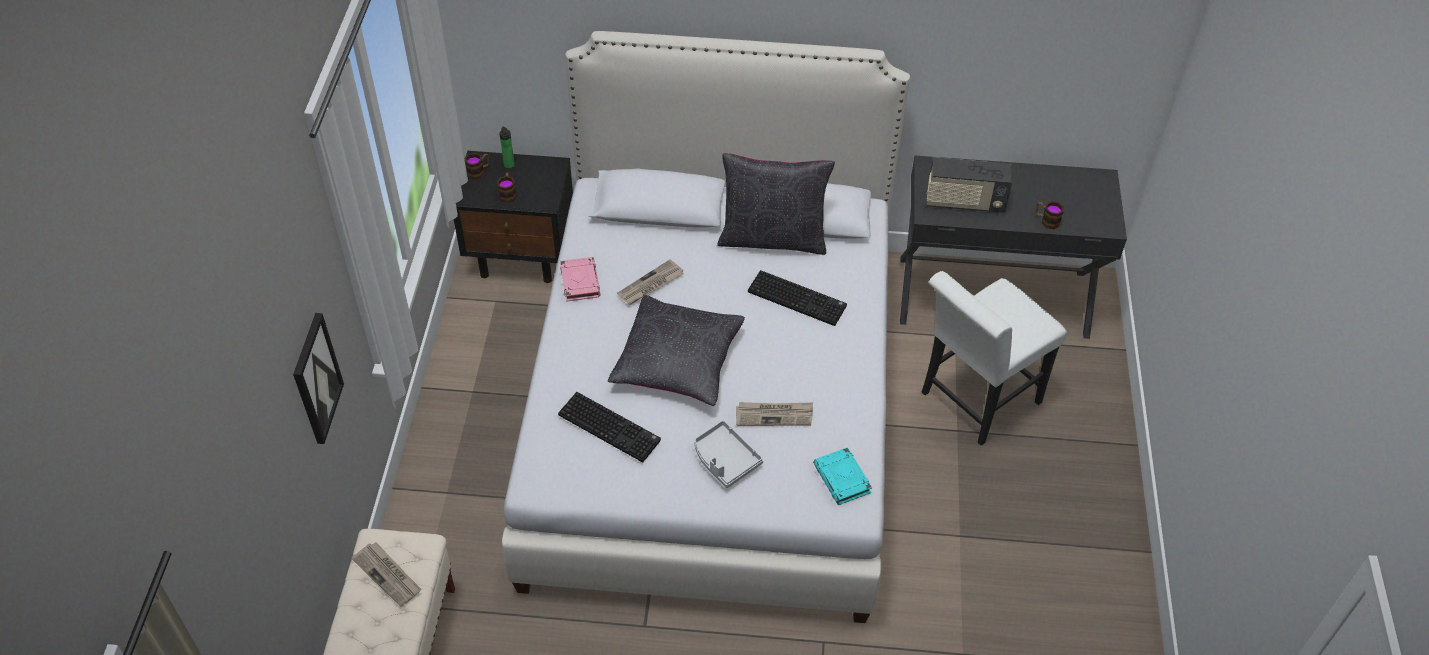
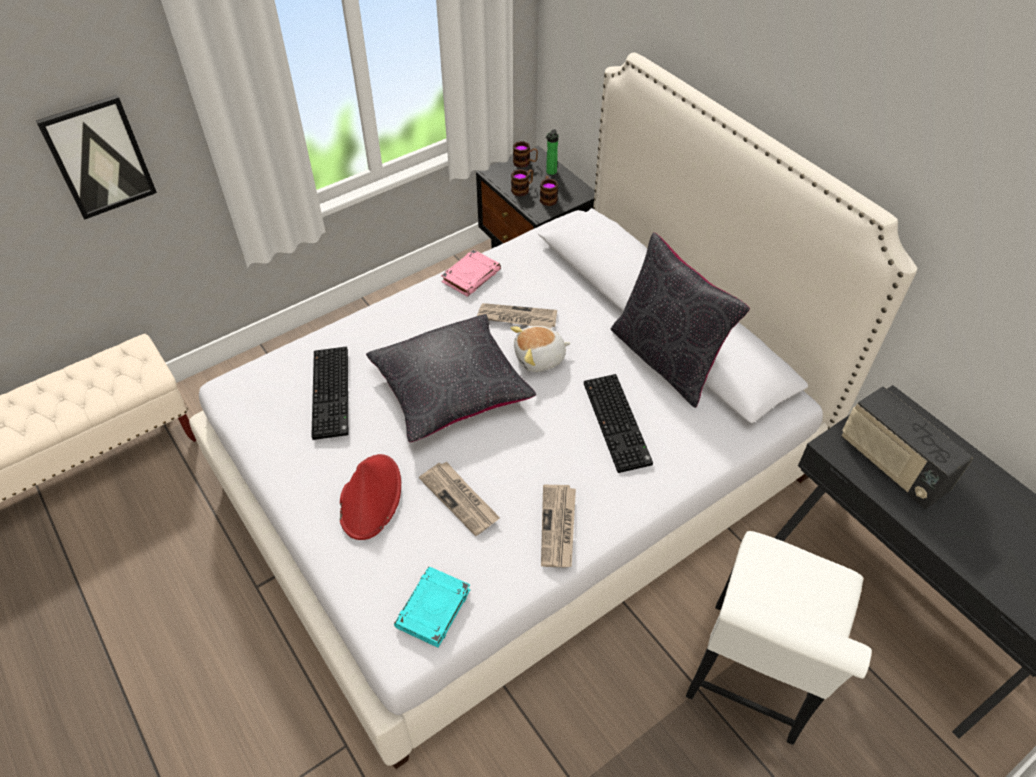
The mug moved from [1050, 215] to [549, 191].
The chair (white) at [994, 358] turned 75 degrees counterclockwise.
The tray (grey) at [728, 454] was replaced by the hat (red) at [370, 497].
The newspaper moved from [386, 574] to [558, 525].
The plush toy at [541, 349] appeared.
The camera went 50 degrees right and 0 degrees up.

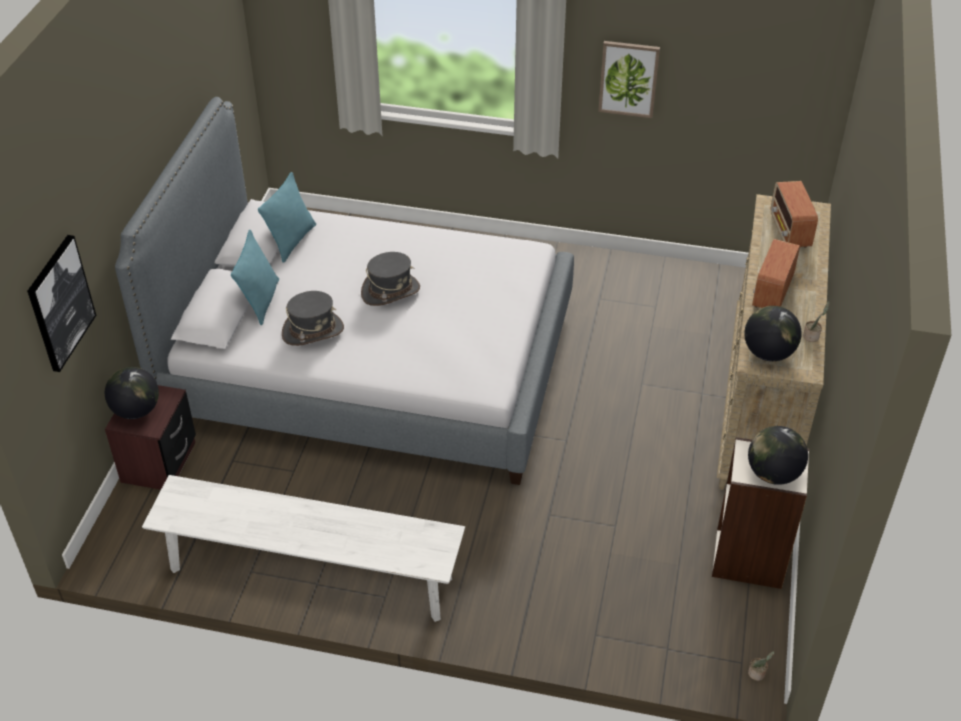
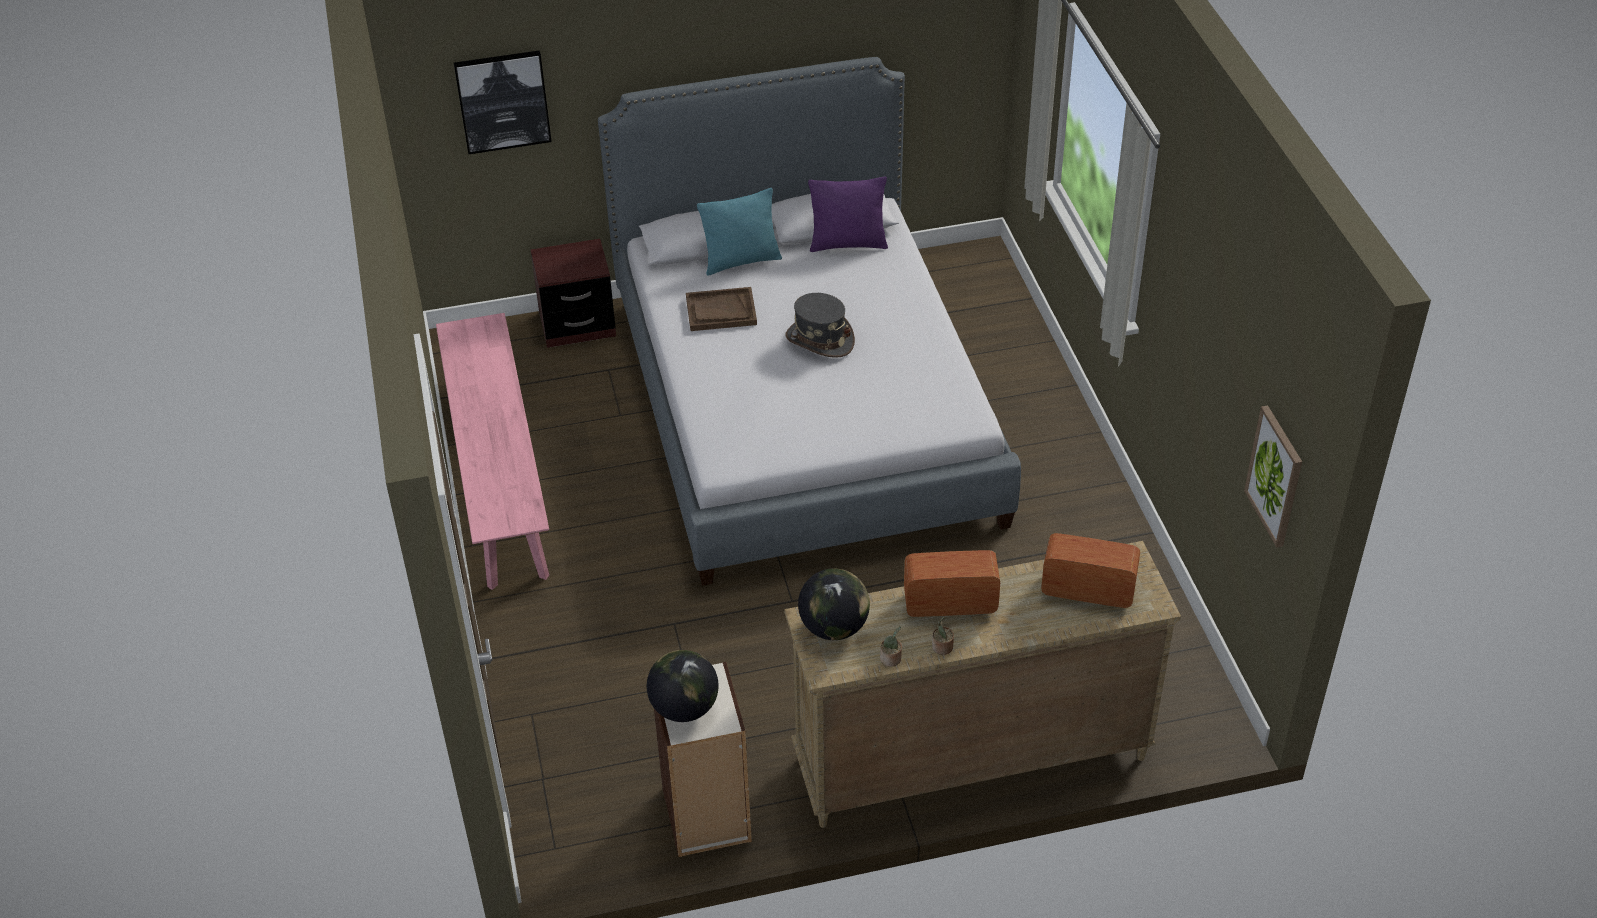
The picture moved from [629, 79] to [1273, 476].
The pillow (turquoise) at [287, 217] became the pillow (purple) at [848, 214].
The radio at [794, 214] turned 45 degrees clockwise.
The hat (grey) at [313, 318] was replaced by the tray (brown) at [721, 309].
The globe at [132, 393] disappeared.
The bench (white) at [303, 548] became the bench (pink) at [492, 451].
The potted plant moved from [761, 666] to [943, 636].
The camera went 65 degrees right and 0 degrees up.

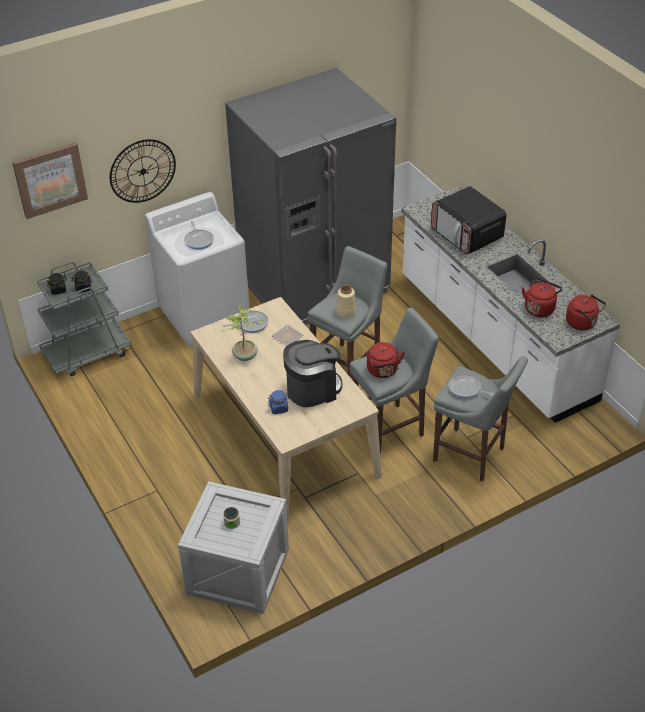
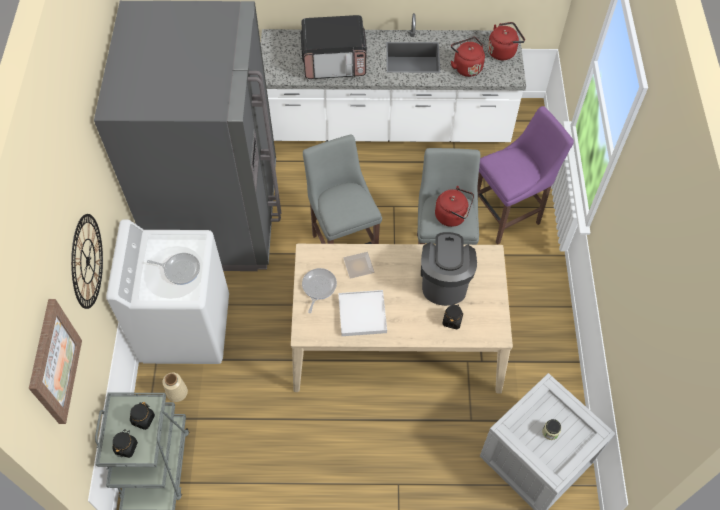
The vase (beige) moved from [346, 302] to [175, 387].
The potted plant at [245, 333] was replaced by the tray (white) at [362, 313].
The stool (grey) at [480, 419] became the stool (purple) at [526, 175].
The frying pan at [471, 386] disappeared.
The jar (blue) at [279, 402] became the jar (black) at [452, 316].
The camera went 60 degrees left and 15 degrees up.

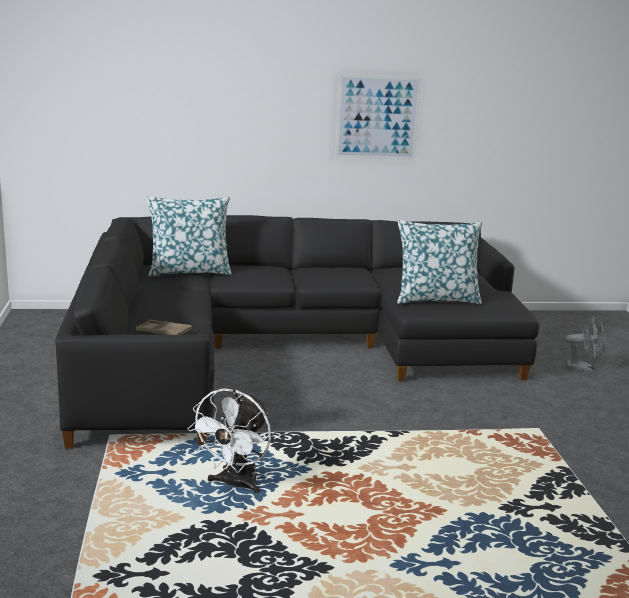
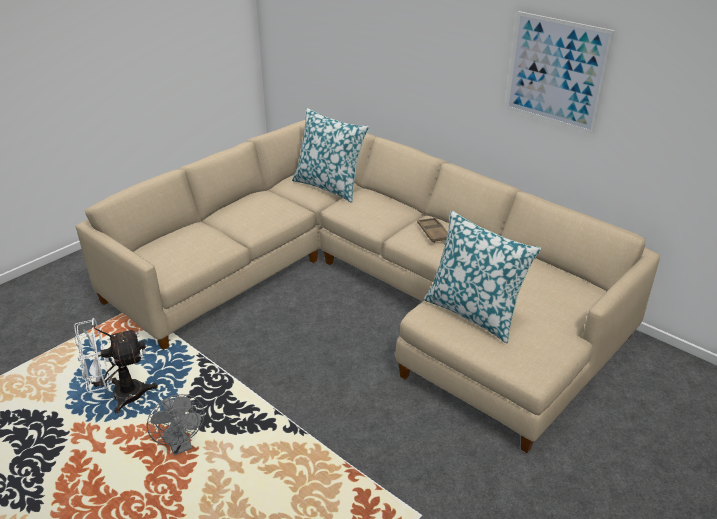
The sofa (black) at [297, 332] became the sofa (beige) at [368, 286].
The fan (grey) moved from [585, 344] to [176, 424].
The tray (brown) moved from [164, 327] to [432, 230].
The camera went 50 degrees right and 15 degrees up.

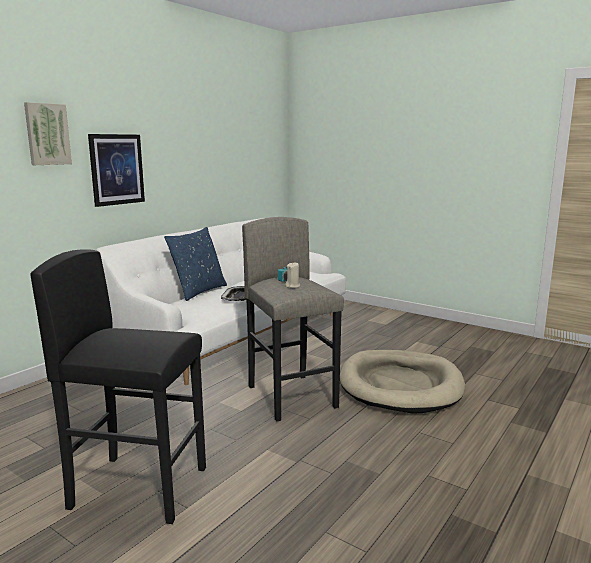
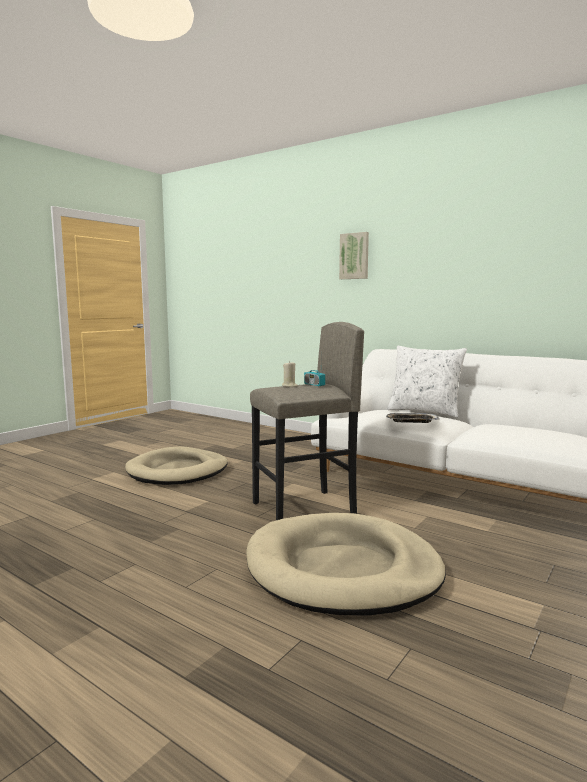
The picture at [116, 170] disappeared.
The pillow (blue) at [195, 264] became the pillow (white) at [427, 382].
The stool (black) at [118, 386] was replaced by the dog bed (beige) at [176, 465].
The camera went 90 degrees right and 5 degrees down.

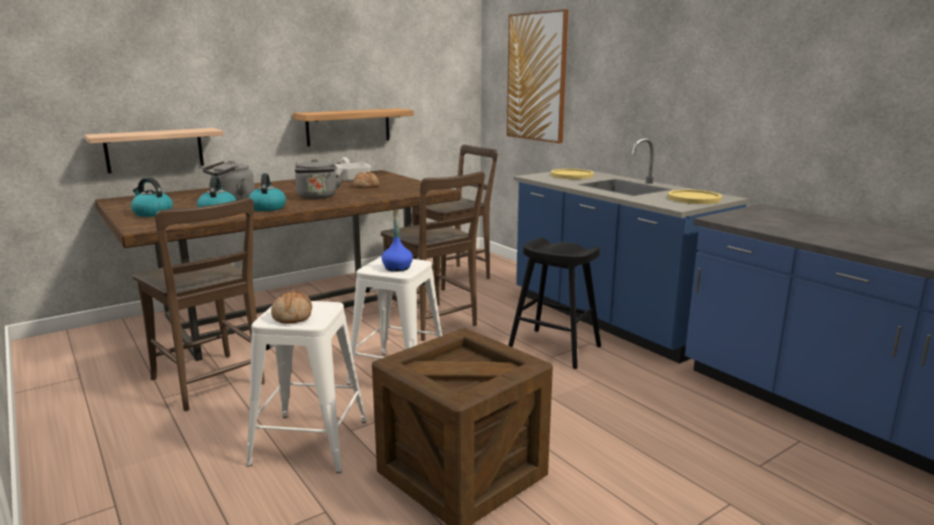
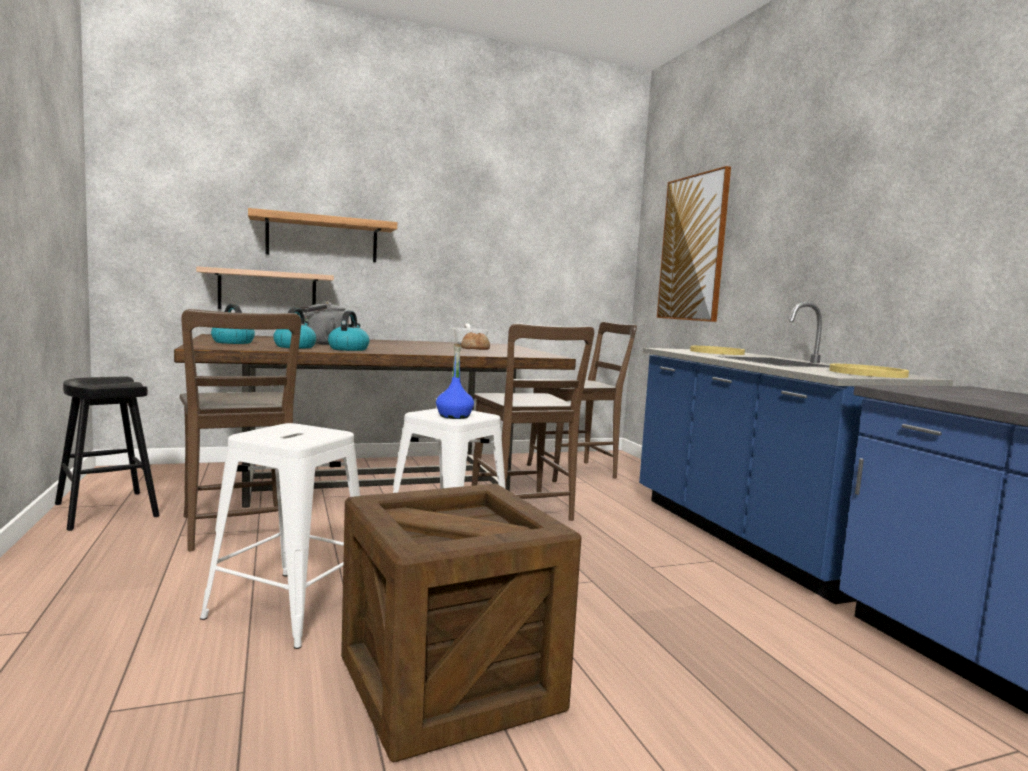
The shelf moved from [353, 127] to [322, 235].
The kettle (grey) at [320, 178] disappeared.
The stool (black) moved from [554, 303] to [107, 454].
The bread at [291, 307] disappeared.
The camera went 15 degrees right and 10 degrees down.

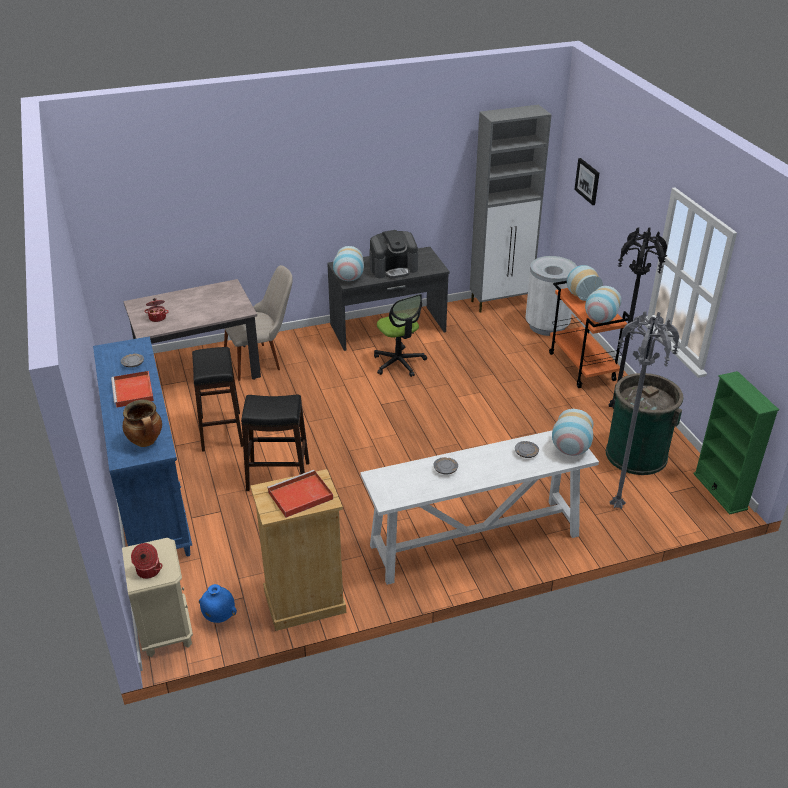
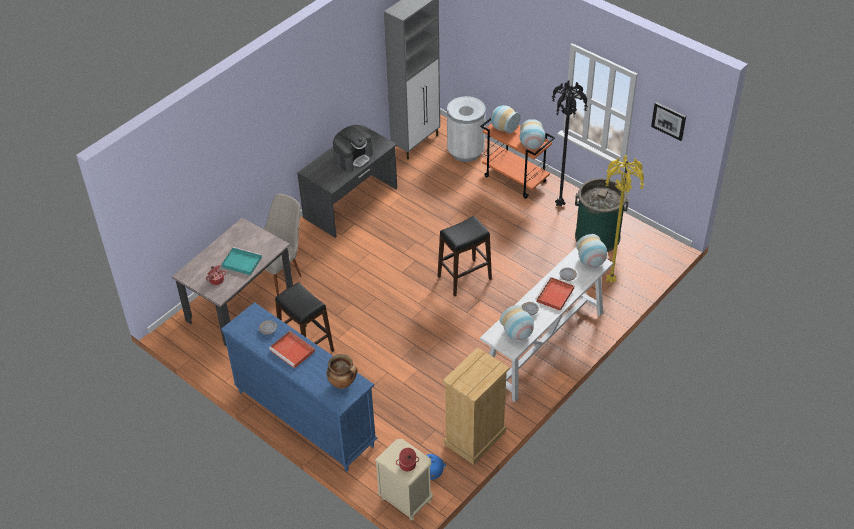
The picture moved from [586, 181] to [668, 121].
The vase moved from [348, 263] to [517, 322].
The office chair at [400, 335] disappeared.
The floor lamp (grey) at [644, 410] became the floor lamp (yellow) at [624, 219].
The bookcase (green) at [736, 443] disappeared.
The stool (black) moved from [275, 443] to [464, 256].
The tray (red) moved from [300, 494] to [554, 294].
The tray (turquoise) at [241, 261] appeared.
The camera went 30 degrees left and 10 degrees up.

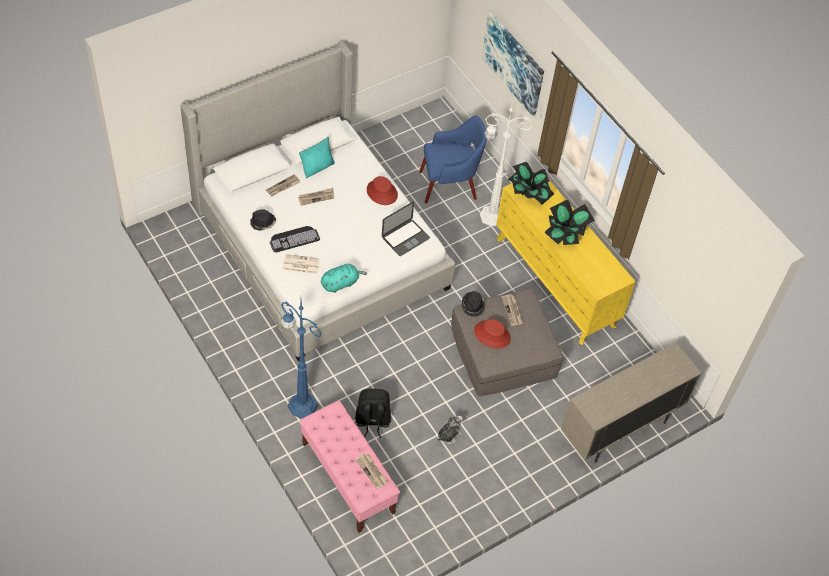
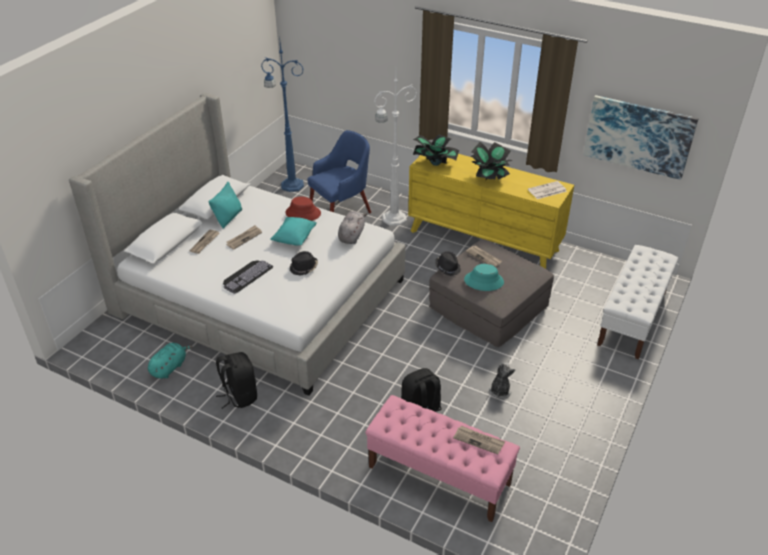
The picture moved from [513, 64] to [641, 137].
The laptop at [406, 229] was replaced by the plush toy (grey) at [352, 227].
The hat (black) moved from [263, 220] to [304, 263].
The newspaper moved from [301, 264] to [547, 190].
The plush toy (turquoise) moved from [344, 278] to [170, 361].
The floor lamp (blue) moved from [301, 359] to [282, 113].
The hat (red) at [492, 334] became the hat (turquoise) at [484, 277].
The cabinet (beige) at [631, 402] was replaced by the bench (white) at [637, 302].
The pillow (turquoise) at [293, 231] appeared.
The backpack (black) at [236, 380] appeared.
The camera went 25 degrees left and 15 degrees down.

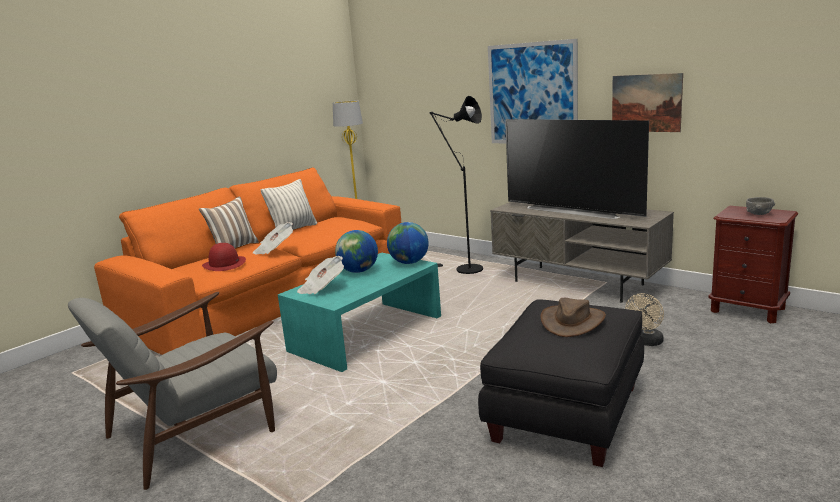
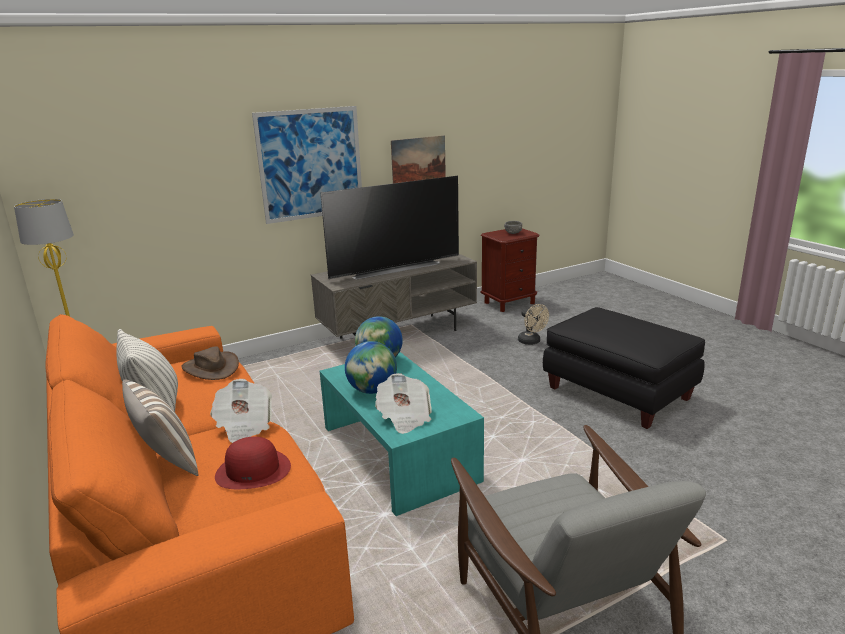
The floor lamp (black) at [456, 185] disappeared.
The hat (brown) moved from [573, 317] to [210, 363].
The camera went 70 degrees left and 5 degrees up.

